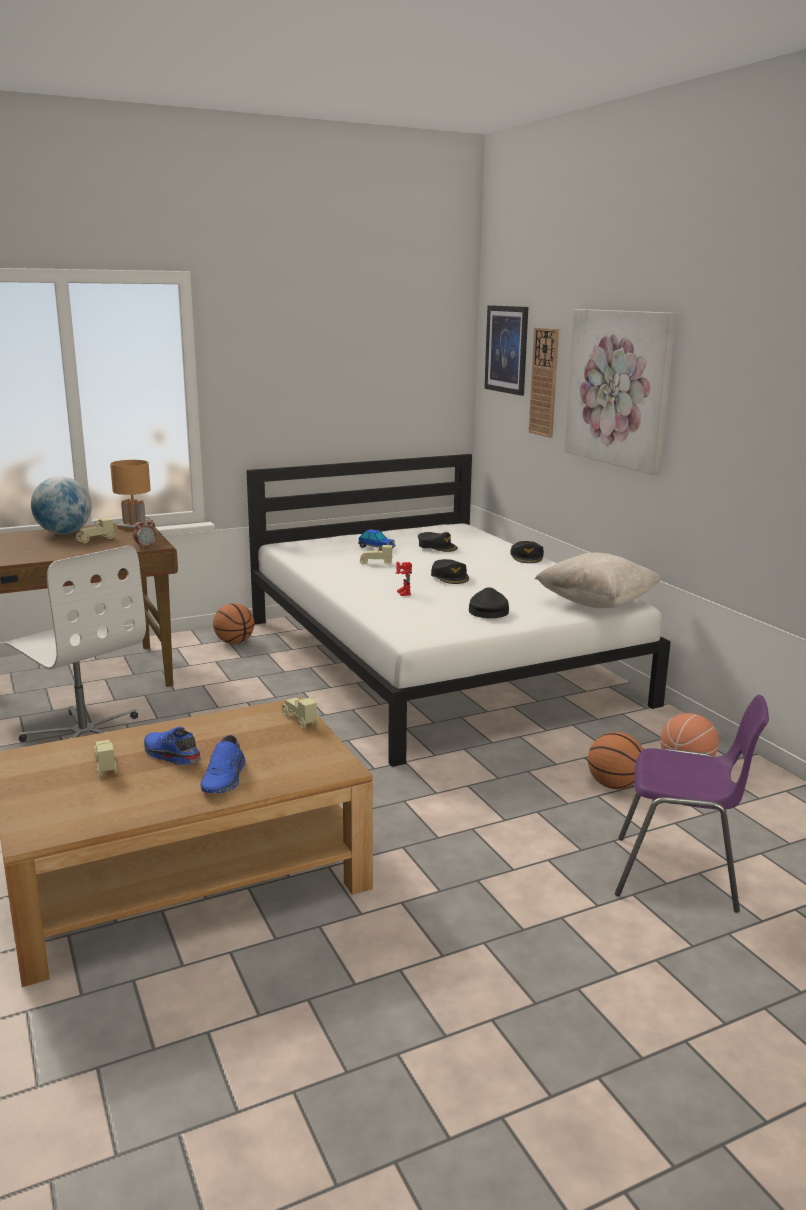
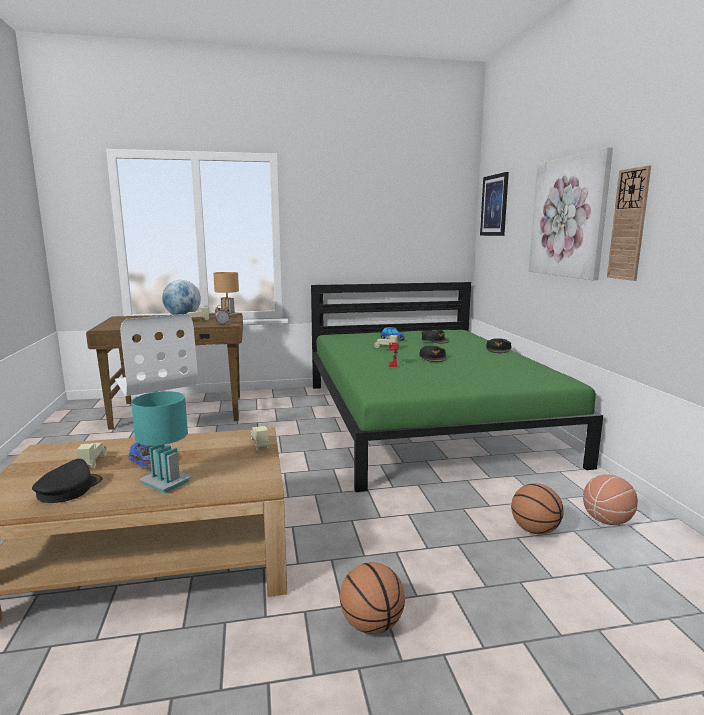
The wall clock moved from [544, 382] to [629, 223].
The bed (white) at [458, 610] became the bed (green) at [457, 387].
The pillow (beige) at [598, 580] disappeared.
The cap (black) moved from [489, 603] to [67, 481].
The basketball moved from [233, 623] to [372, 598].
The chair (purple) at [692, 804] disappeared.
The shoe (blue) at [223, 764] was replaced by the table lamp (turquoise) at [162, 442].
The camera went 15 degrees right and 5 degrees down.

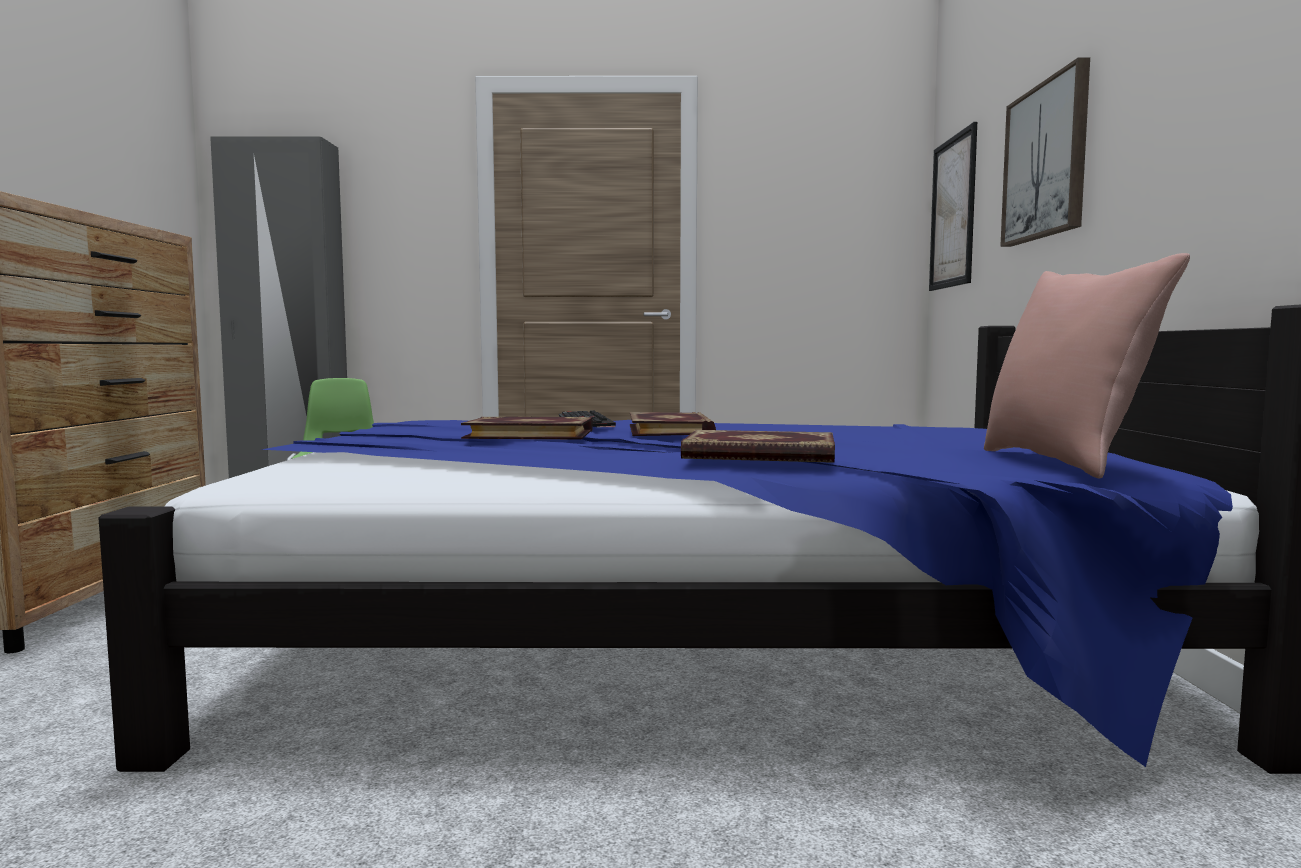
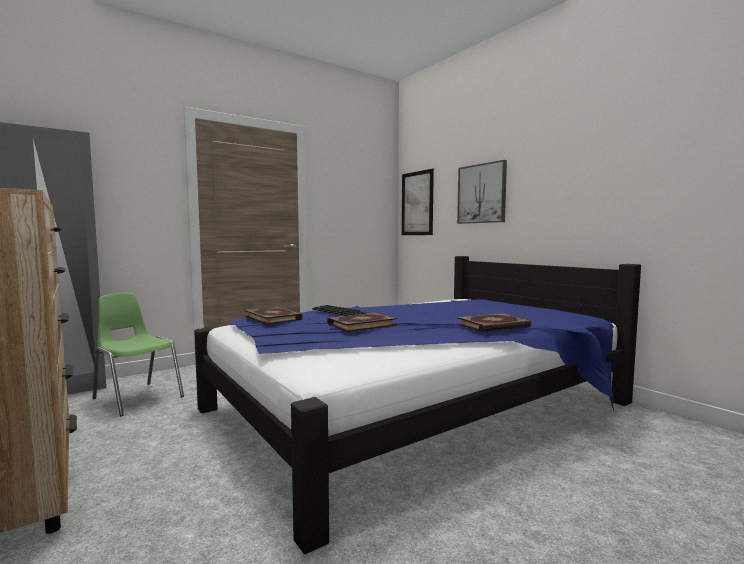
The pillow (pink) at [1087, 365] disappeared.
The book moved from [673, 424] to [273, 316].
The camera went 35 degrees left and 0 degrees up.

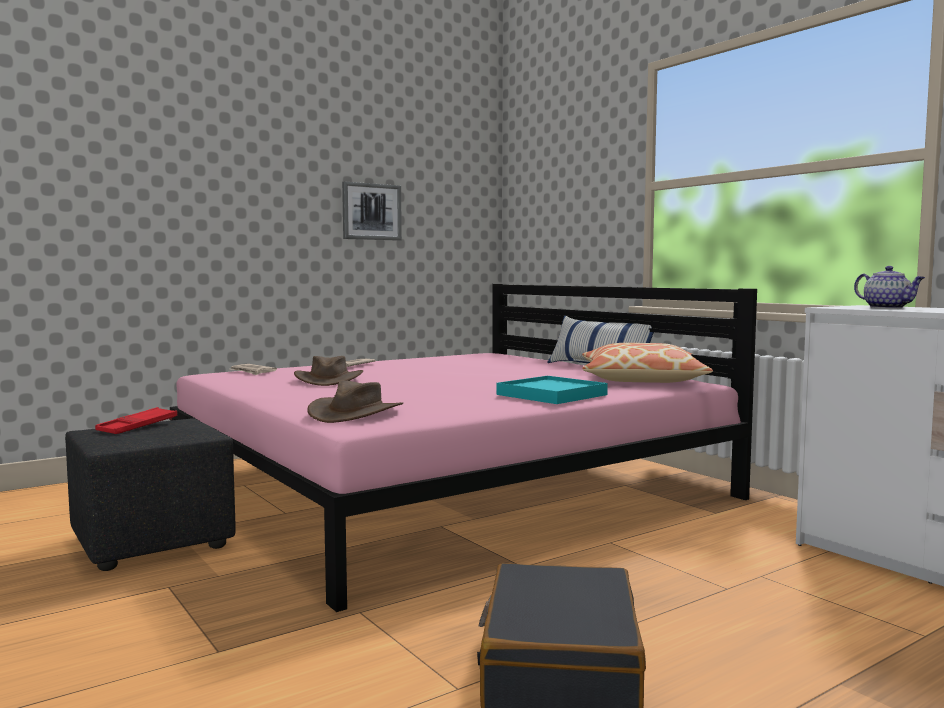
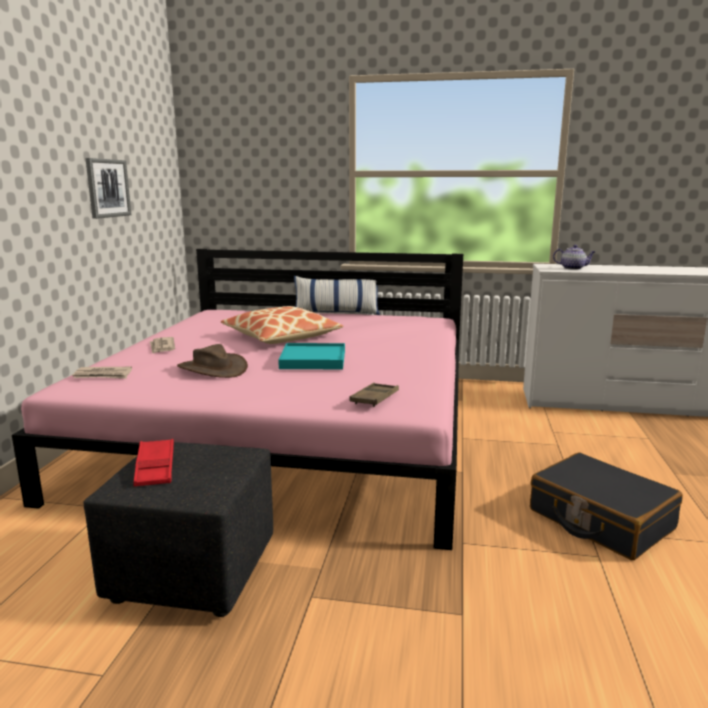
The pillow moved from [647, 363] to [282, 325].
The tray (turquoise) moved from [552, 390] to [311, 356].
The hat (brown) at [355, 401] was replaced by the tray (brown) at [374, 395].
The camera went 45 degrees left and 10 degrees up.

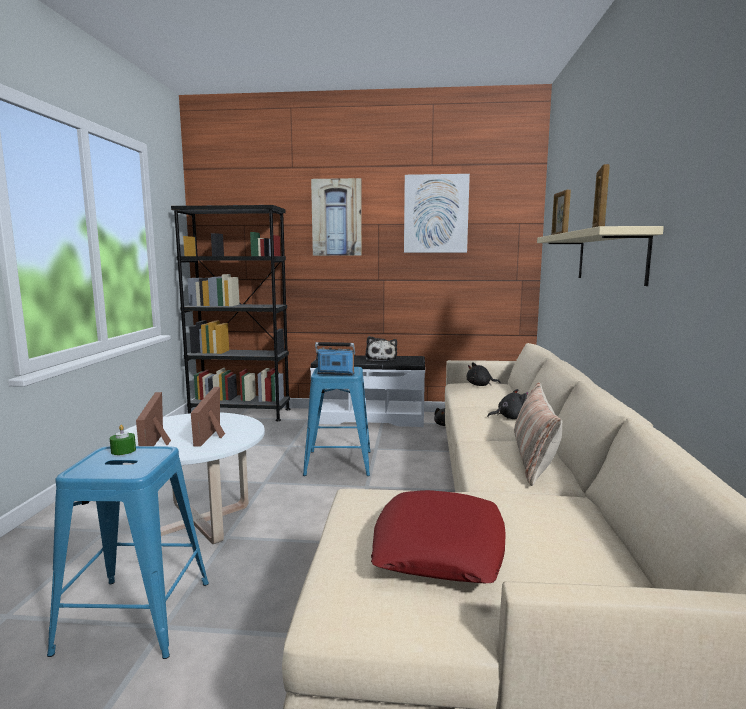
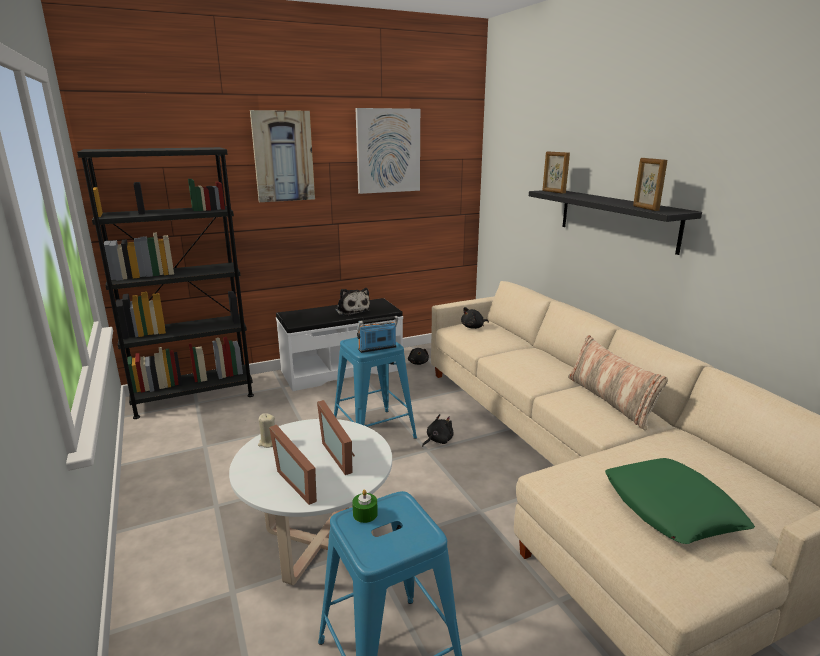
The shelf (beige) at [600, 256] became the shelf (black) at [615, 222].
The plush toy (black) moved from [507, 404] to [437, 430].
The pillow (red) at [438, 536] became the pillow (green) at [680, 501].
The candle (beige) at [266, 430] appeared.
The camera went 30 degrees left and 10 degrees up.

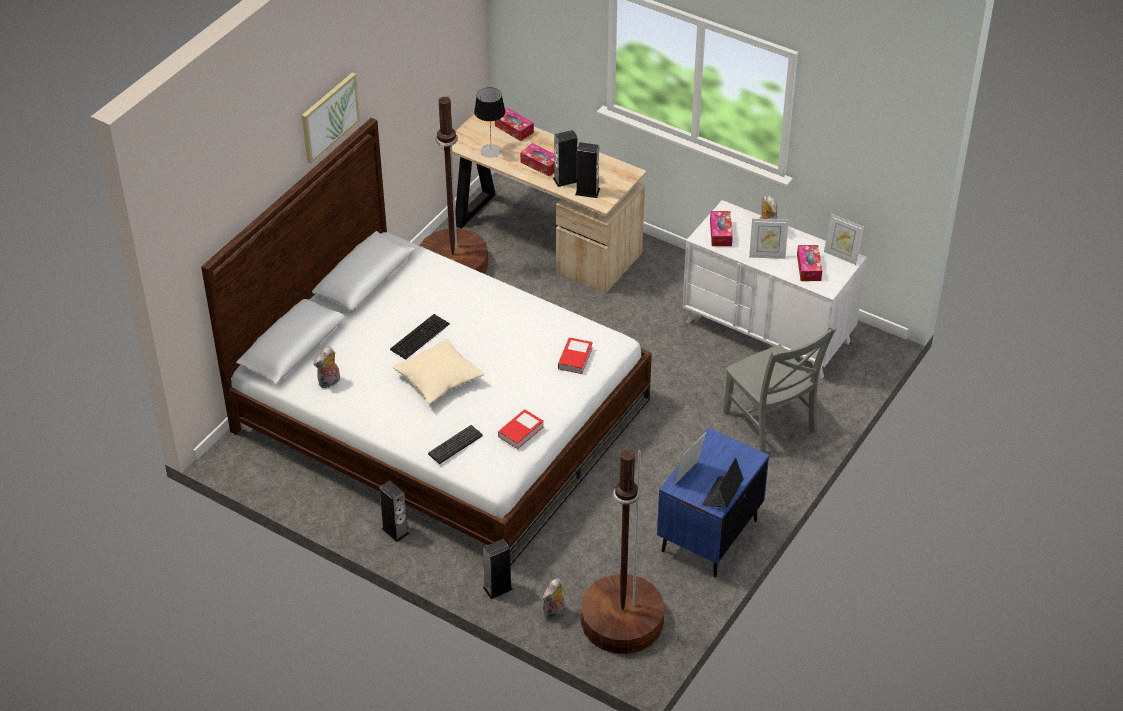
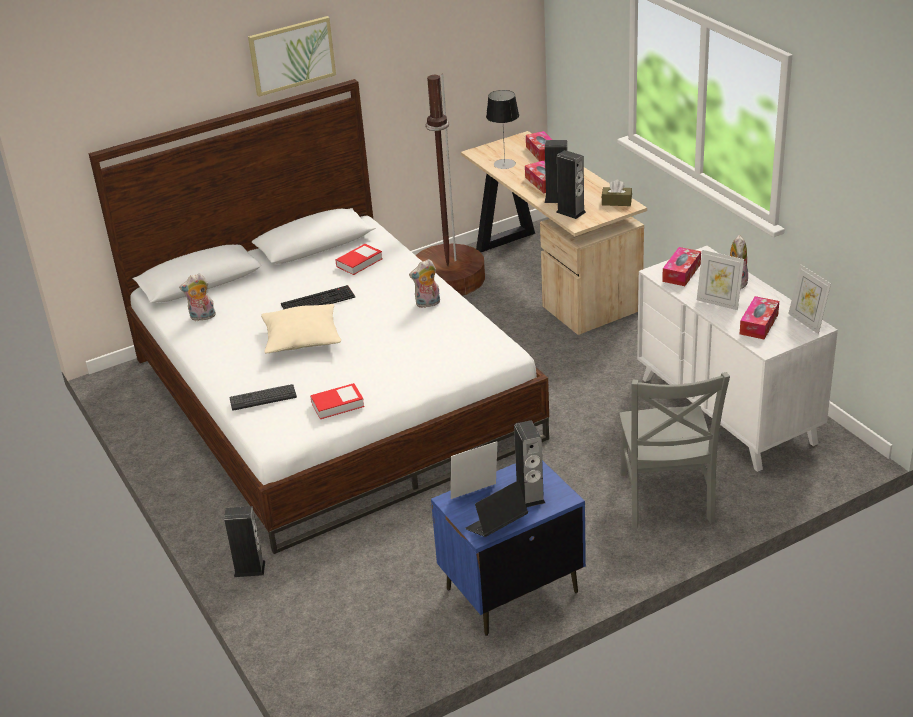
The book moved from [575, 355] to [359, 259].
The floor lamp (brown) at [622, 552] disappeared.
The speaker moved from [394, 511] to [529, 463].
The plush toy moved from [554, 599] to [424, 283].
The tissue box (brown) at [616, 193] appeared.
The camera went 30 degrees right and 10 degrees down.

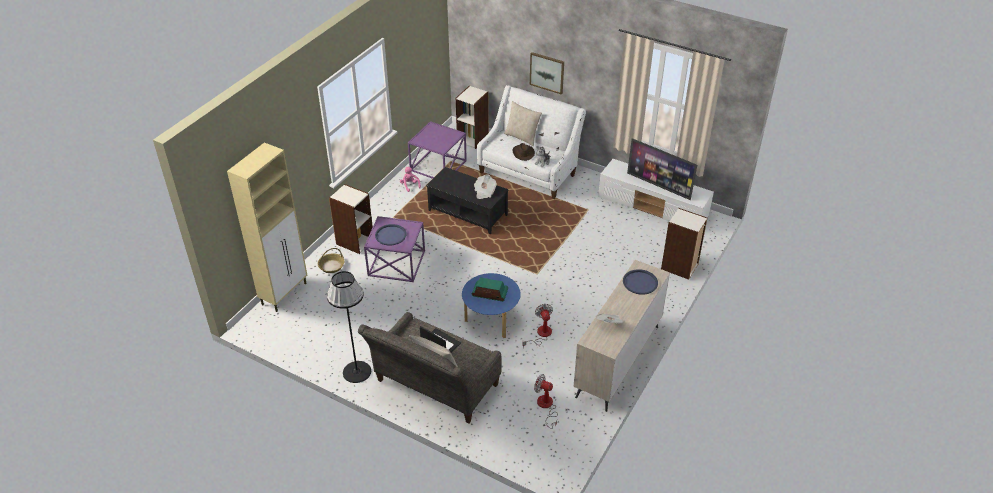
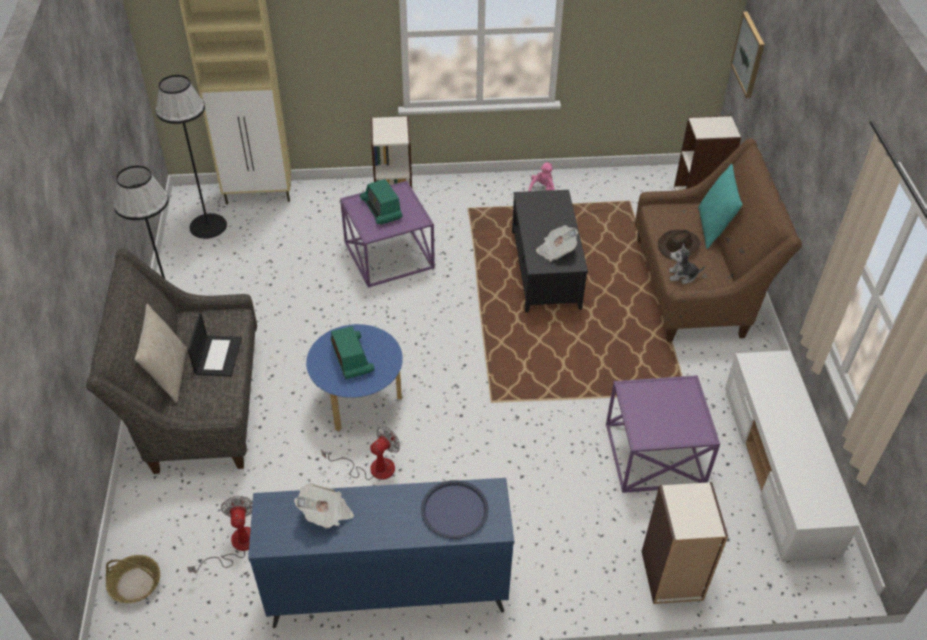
The picture moved from [547, 73] to [748, 55].
The sofa (white) at [531, 142] became the sofa (brown) at [718, 240].
The pillow (beige) at [523, 123] became the pillow (turquoise) at [720, 206].
The side table (purple) moved from [437, 150] to [663, 434].
The television at [662, 169] disappeared.
The tray (blue) at [391, 234] was replaced by the radio at [381, 202].
The basket moved from [331, 260] to [133, 579].
The dresser (beige) at [621, 336] became the dresser (blue) at [381, 553].
The floor lamp (black) at [191, 157] appeared.
The camera went 55 degrees right and 5 degrees up.

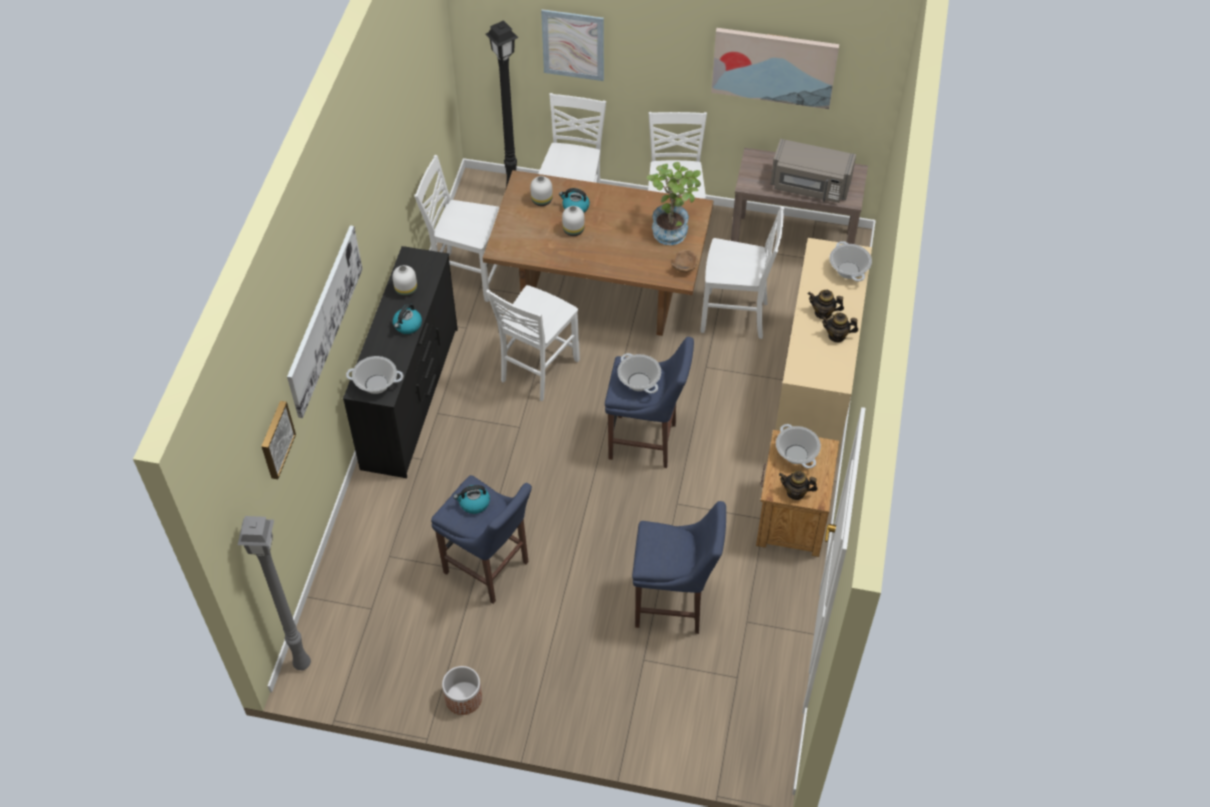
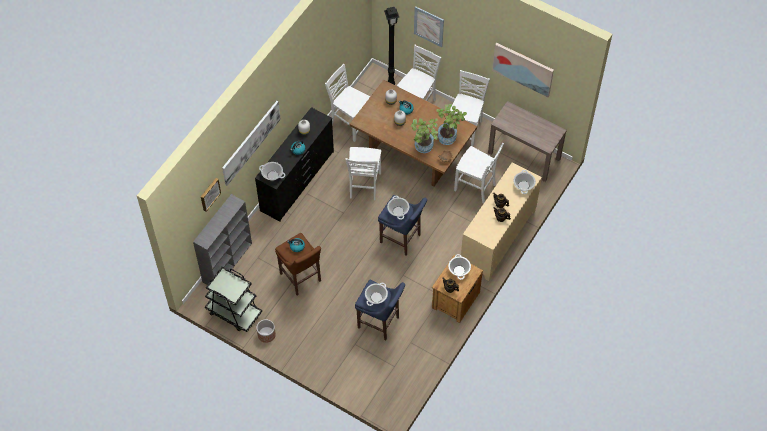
The microwave (grey) at [813, 171] disappeared.
The chair (white) at [533, 343] turned 45 degrees counterclockwise.
The stool (blue) at [481, 539] became the stool (brown) at [298, 264].
The floor lamp (grey) at [274, 593] disappeared.
The potted plant at [424, 135] appeared.
The bookcase (grey) at [222, 239] appeared.
The cart (black) at [233, 299] appeared.
The cooking pot at [376, 294] appeared.
The camera went 20 degrees right and 5 degrees up.

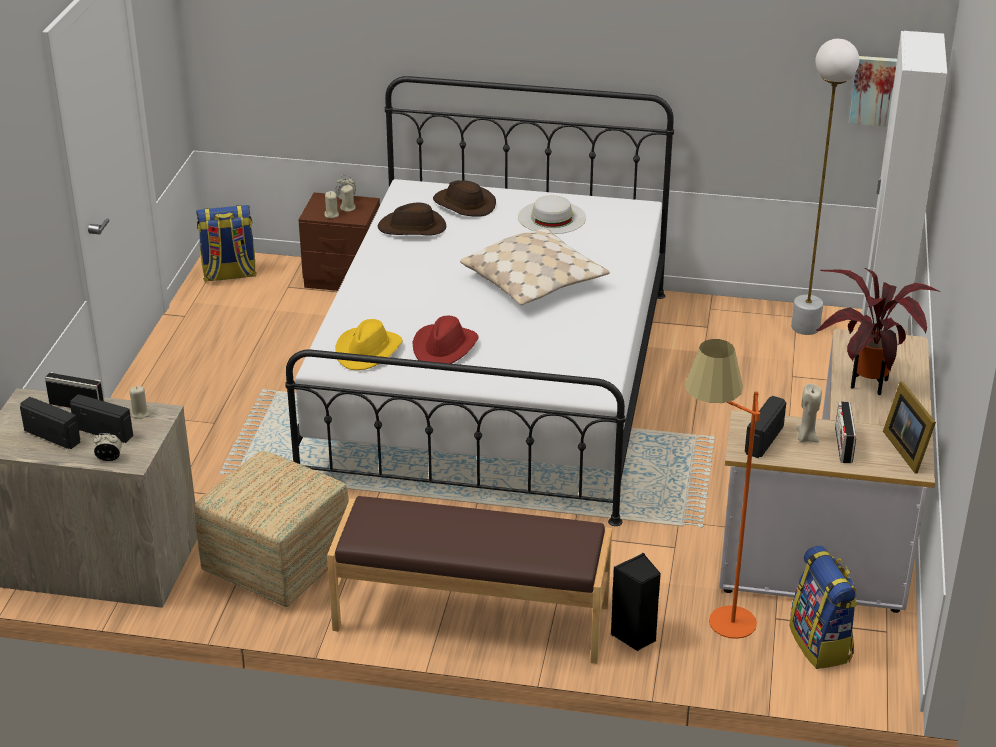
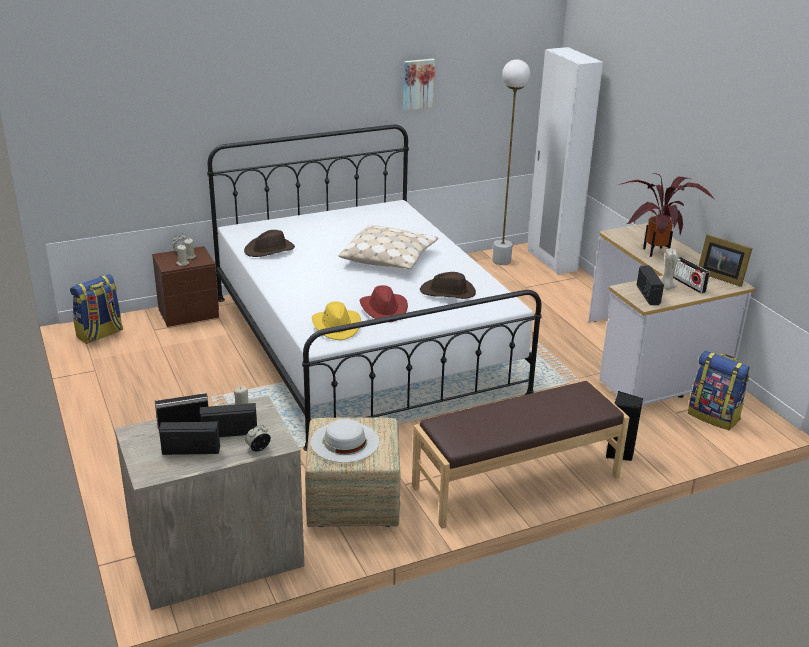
The picture moved from [873, 91] to [419, 84].
The hat (brown) moved from [464, 198] to [448, 285].
The hat (white) moved from [552, 214] to [344, 441].
The floor lamp (orange) at [722, 489] disappeared.
The camera went 35 degrees left and 5 degrees down.

